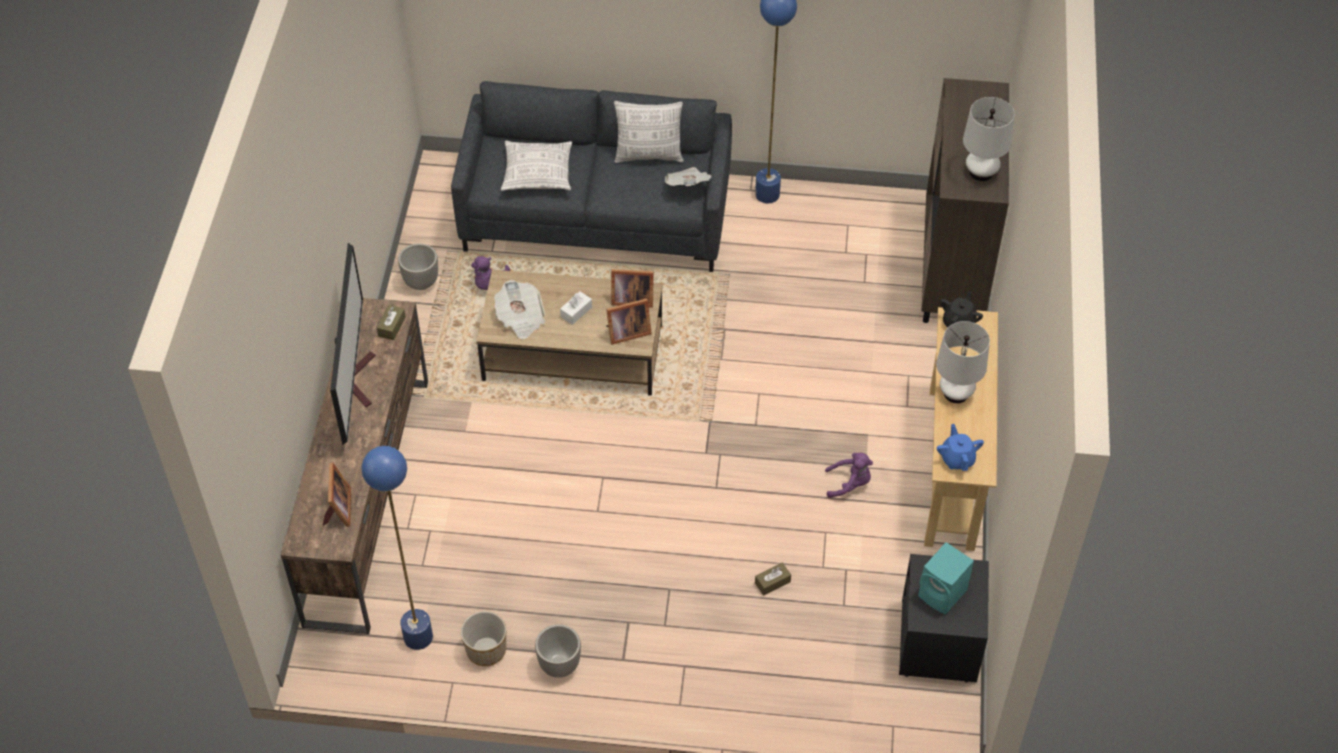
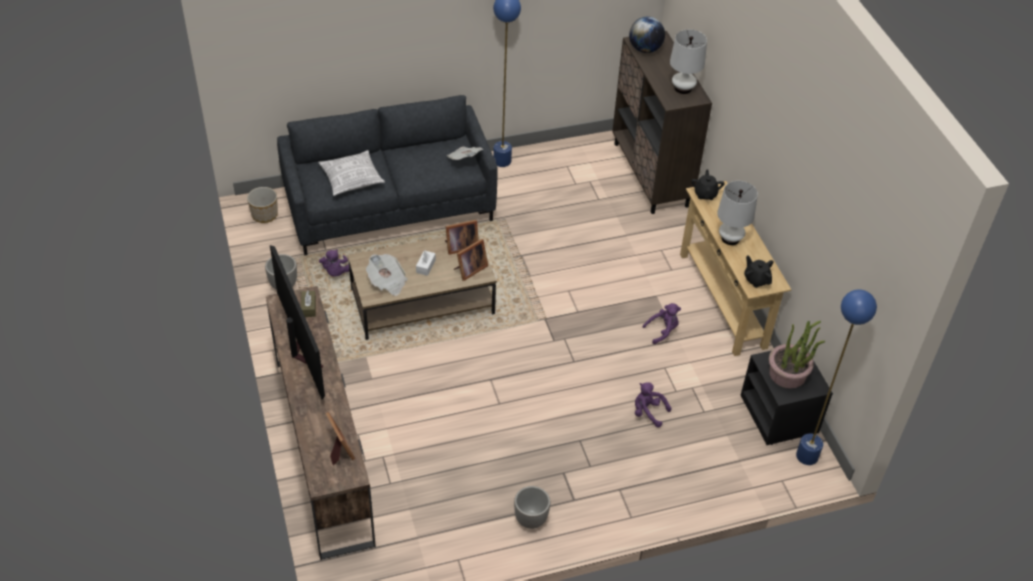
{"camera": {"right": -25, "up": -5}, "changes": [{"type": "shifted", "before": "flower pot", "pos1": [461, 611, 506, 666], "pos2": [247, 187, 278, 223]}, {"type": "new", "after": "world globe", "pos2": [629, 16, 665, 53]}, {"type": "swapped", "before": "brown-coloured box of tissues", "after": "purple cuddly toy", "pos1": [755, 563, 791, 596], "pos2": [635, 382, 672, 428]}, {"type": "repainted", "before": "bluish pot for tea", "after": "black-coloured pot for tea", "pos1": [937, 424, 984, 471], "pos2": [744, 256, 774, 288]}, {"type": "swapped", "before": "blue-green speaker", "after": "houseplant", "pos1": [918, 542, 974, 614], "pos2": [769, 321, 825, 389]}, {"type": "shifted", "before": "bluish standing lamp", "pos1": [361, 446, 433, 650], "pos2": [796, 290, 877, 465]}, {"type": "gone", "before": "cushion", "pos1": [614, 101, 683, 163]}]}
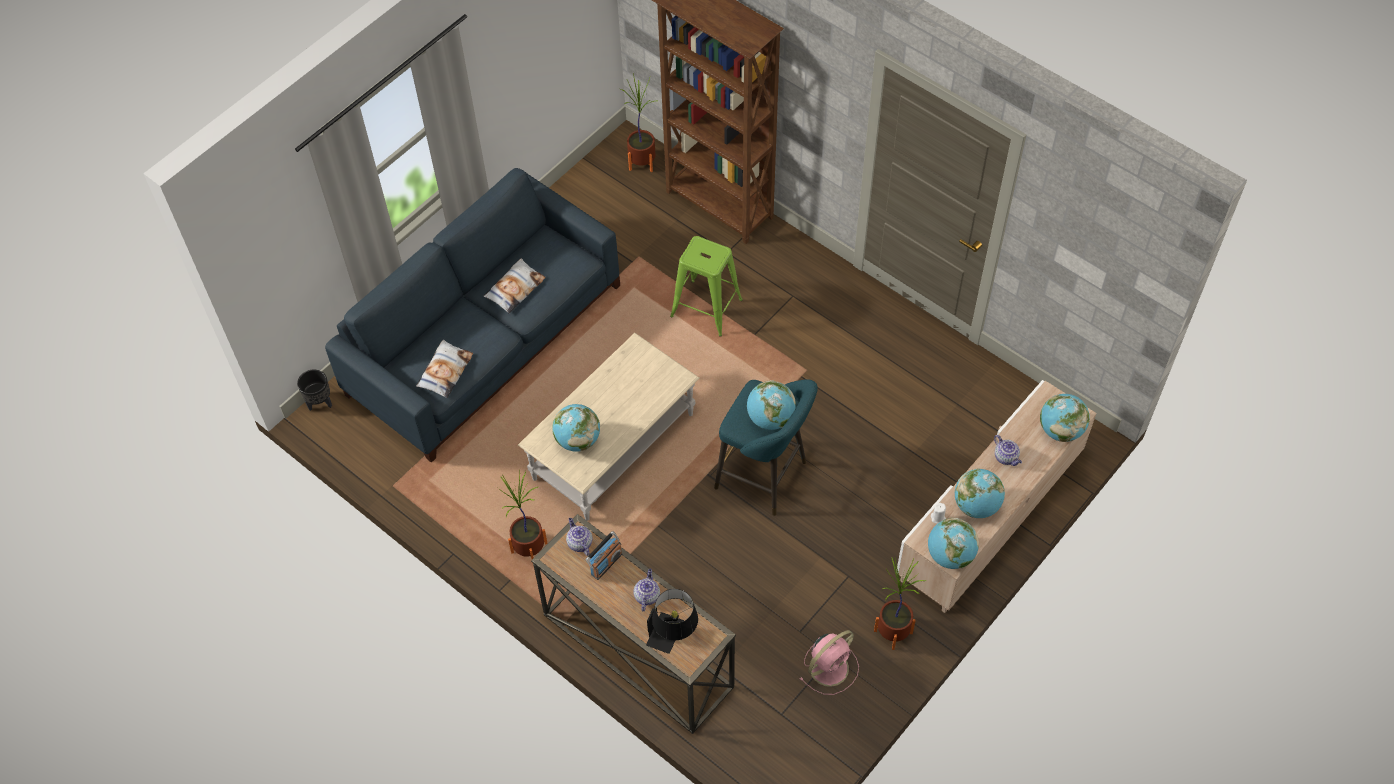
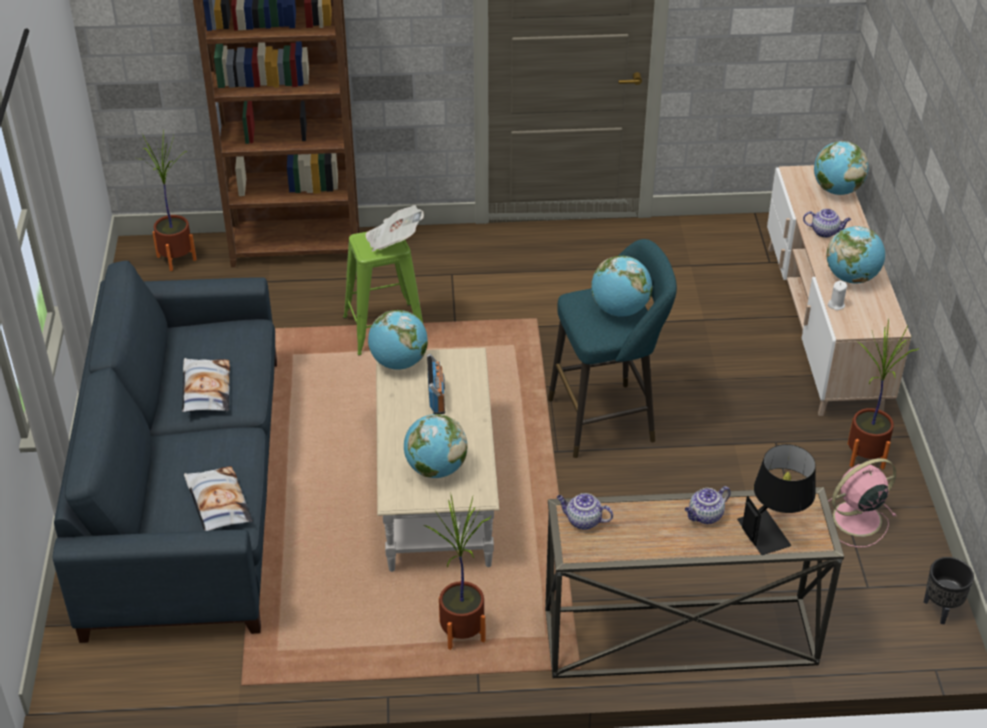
{"camera": {"right": -45, "up": -15}, "changes": [{"type": "new", "after": "newspaper", "pos2": [365, 205, 424, 251]}, {"type": "shifted", "before": "world globe", "pos1": [928, 518, 979, 569], "pos2": [368, 310, 428, 370]}, {"type": "shifted", "before": "radio set", "pos1": [586, 531, 622, 580], "pos2": [427, 354, 445, 414]}, {"type": "rotated", "before": "pot for tea", "pos1": [633, 569, 660, 611], "pos2": [685, 486, 731, 524], "turn": -90}, {"type": "rotated", "before": "pink cooling fan", "pos1": [800, 630, 859, 695], "pos2": [828, 458, 896, 548], "turn": -120}, {"type": "shifted", "before": "black-coloured flower pot", "pos1": [297, 369, 332, 411], "pos2": [924, 557, 974, 624]}]}
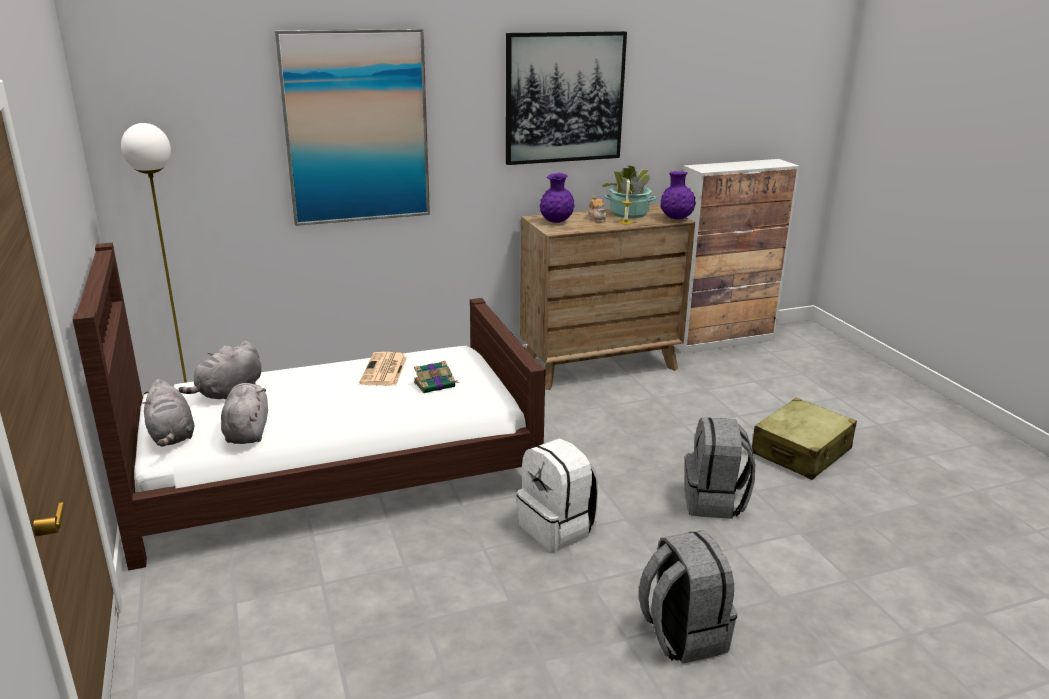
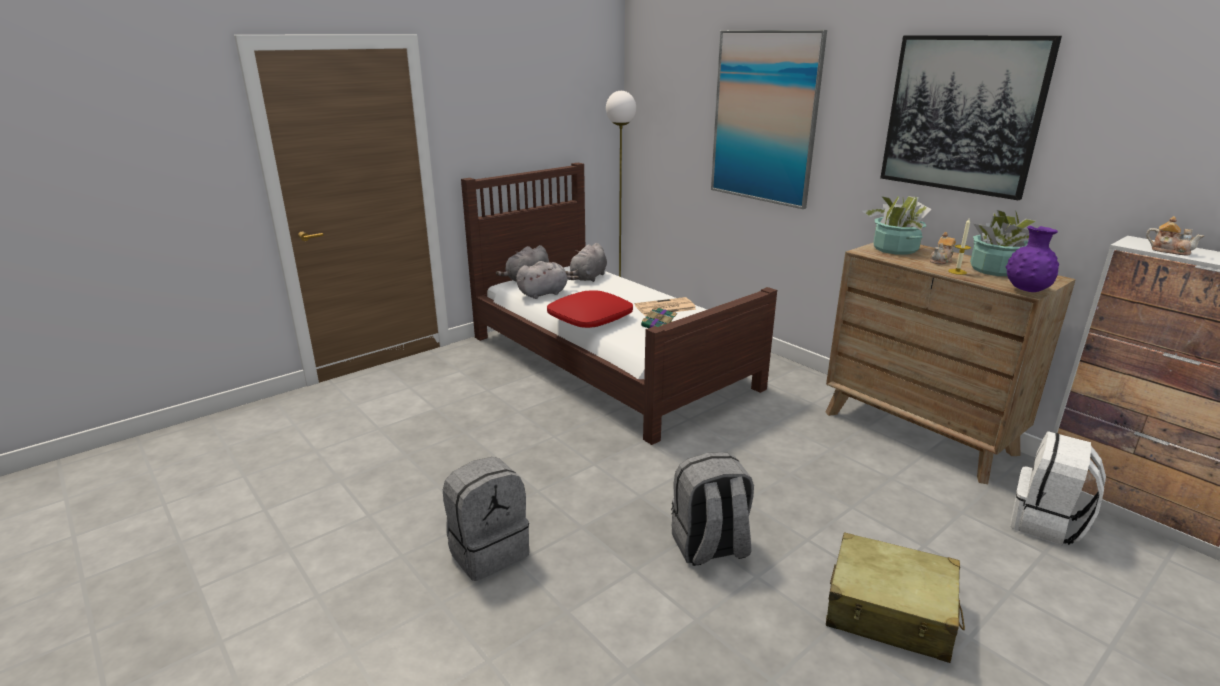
{"camera": {"right": 70, "up": 0}, "changes": [{"type": "new", "after": "reddish cushion", "pos2": [547, 290, 633, 328]}, {"type": "rotated", "before": "gray cuddly toy", "pos1": [179, 341, 261, 399], "pos2": [566, 243, 607, 282], "turn": -75}, {"type": "swapped", "before": "purple vase", "after": "houseplant", "pos1": [540, 173, 574, 223], "pos2": [862, 196, 932, 255]}, {"type": "shifted", "before": "whitish backpack", "pos1": [517, 438, 600, 551], "pos2": [1010, 431, 1106, 546]}, {"type": "new", "after": "pot for tea", "pos2": [1146, 216, 1204, 256]}]}
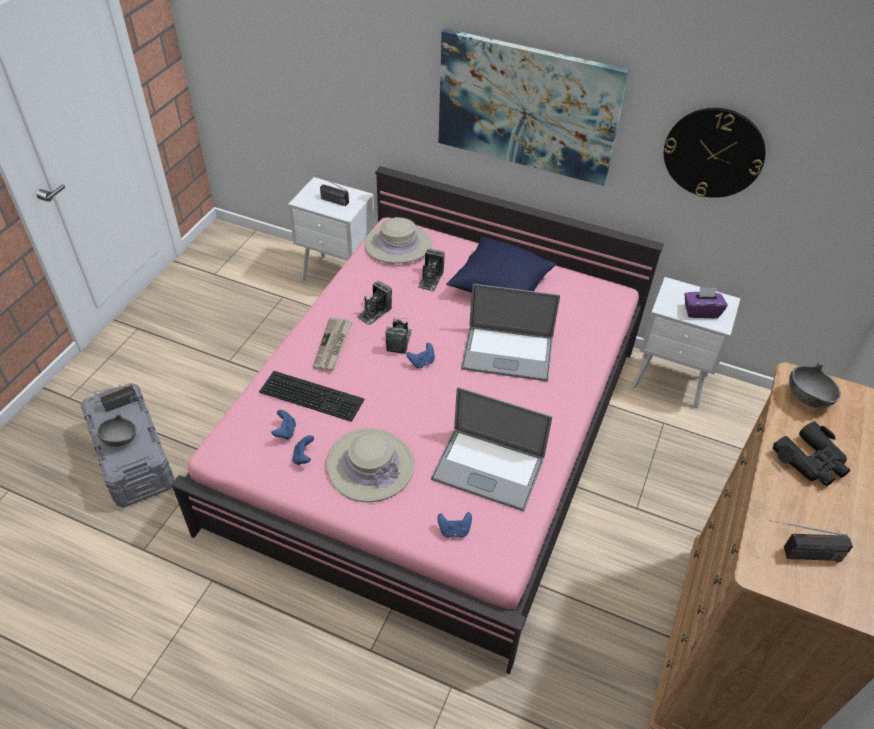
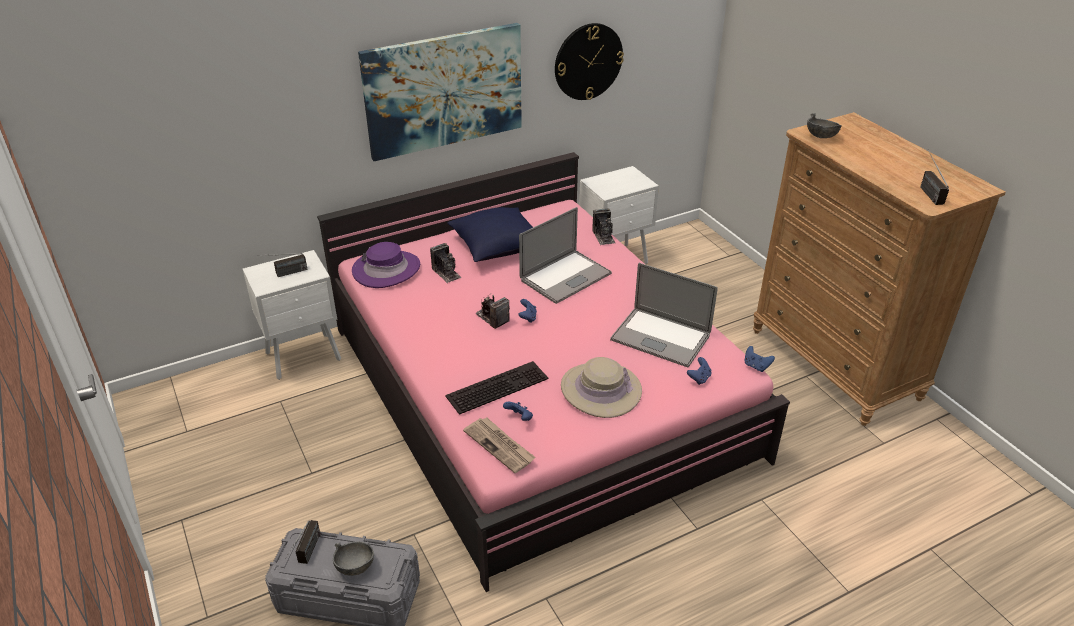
{"camera": {"right": -50, "up": -10}, "changes": [{"type": "repainted", "before": "beige wearable hat", "after": "purple wearable hat", "pos1": [364, 217, 432, 264], "pos2": [352, 242, 420, 288]}, {"type": "shifted", "before": "newspaper", "pos1": [313, 318, 353, 371], "pos2": [463, 417, 536, 473]}, {"type": "shifted", "before": "photo camera", "pos1": [356, 281, 392, 325], "pos2": [592, 208, 615, 245]}, {"type": "rotated", "before": "laptop", "pos1": [431, 387, 552, 511], "pos2": [610, 263, 718, 367], "turn": 60}, {"type": "shifted", "before": "bluish gamepad", "pos1": [292, 435, 314, 465], "pos2": [744, 346, 775, 372]}, {"type": "rotated", "before": "radio set", "pos1": [770, 520, 853, 563], "pos2": [920, 149, 949, 205], "turn": 135}, {"type": "gone", "before": "purple box of tissues", "pos1": [684, 287, 728, 318]}, {"type": "gone", "before": "black-coloured field glasses", "pos1": [773, 422, 851, 486]}]}
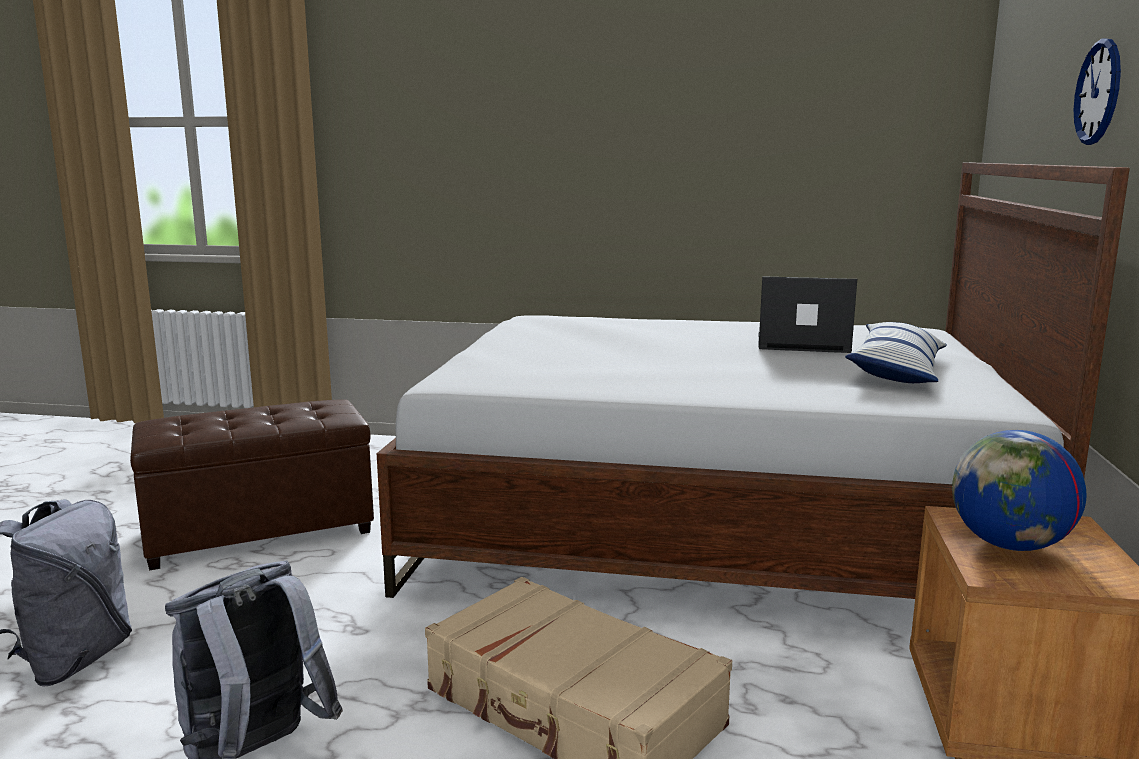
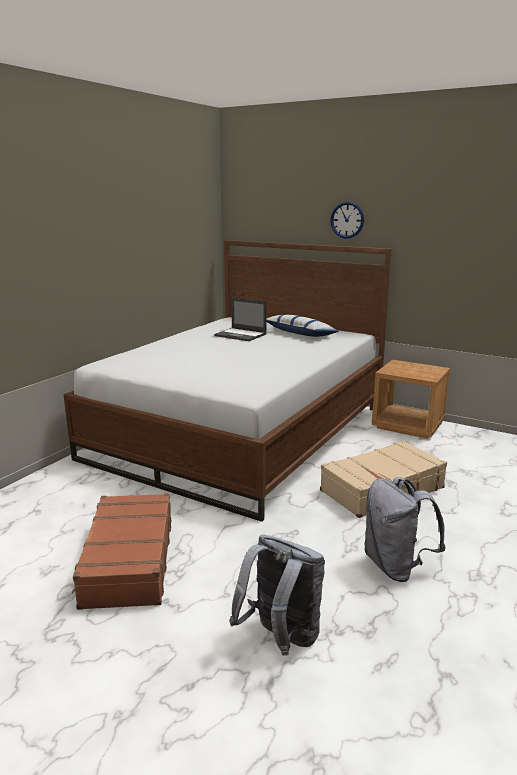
{"camera": {"right": -70, "up": 5}, "changes": [{"type": "swapped", "before": "brown-coloured footrest", "after": "brown-coloured piece of luggage", "pos1": [130, 399, 374, 570], "pos2": [72, 493, 171, 610]}, {"type": "rotated", "before": "laptop", "pos1": [758, 276, 857, 353], "pos2": [214, 297, 267, 341], "turn": -90}, {"type": "gone", "before": "world globe", "pos1": [952, 430, 1087, 551]}]}
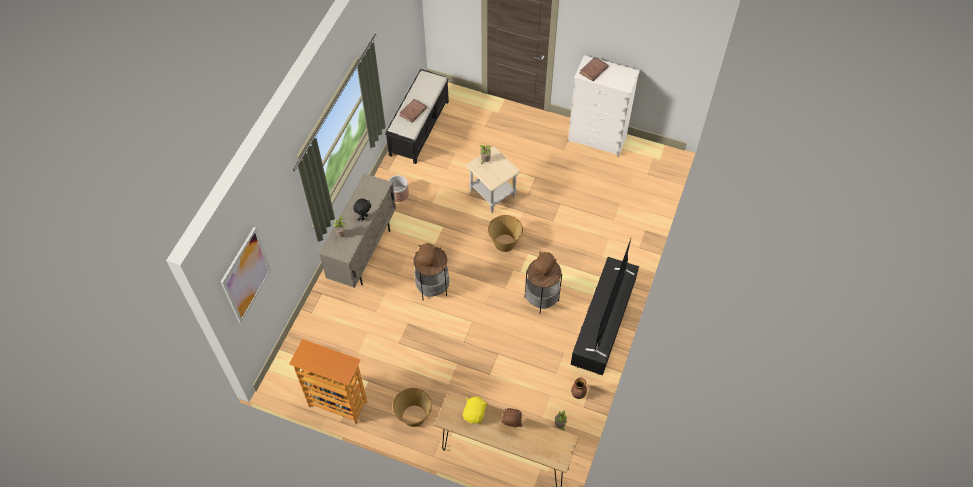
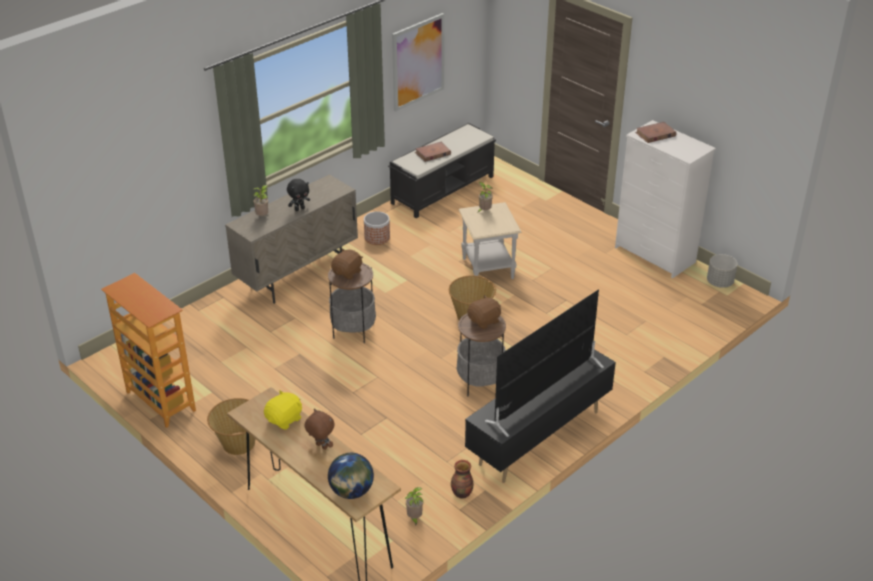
{"camera": {"right": 25, "up": -20}, "changes": [{"type": "new", "after": "world globe", "pos2": [328, 453, 374, 499]}, {"type": "shifted", "before": "picture", "pos1": [221, 227, 271, 323], "pos2": [392, 13, 444, 112]}, {"type": "new", "after": "gray flower pot", "pos2": [707, 254, 737, 288]}]}
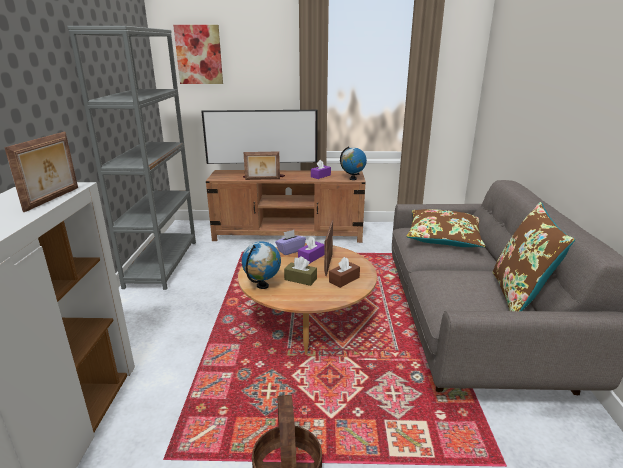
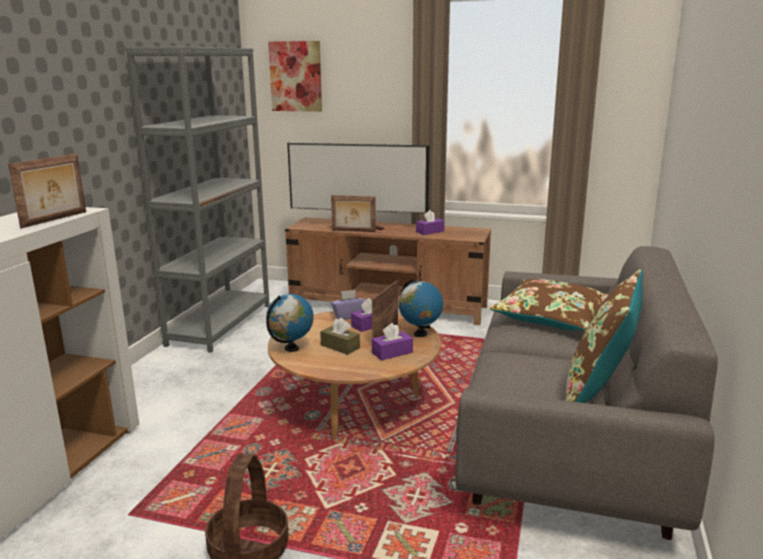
{"camera": {"right": 15, "up": -5}, "changes": [{"type": "repainted", "before": "brown-coloured box of tissues", "after": "purple box of tissues", "pos1": [329, 257, 360, 288], "pos2": [372, 323, 413, 360]}, {"type": "shifted", "before": "world globe", "pos1": [340, 146, 367, 180], "pos2": [399, 279, 443, 337]}]}
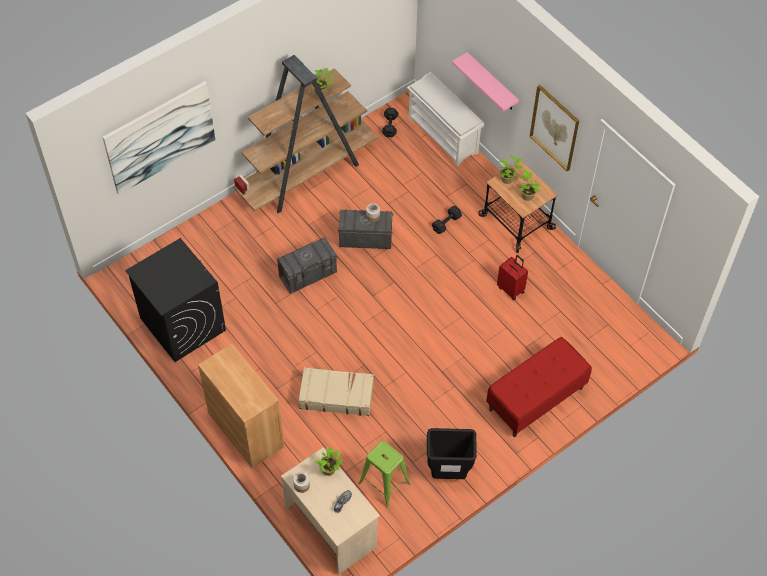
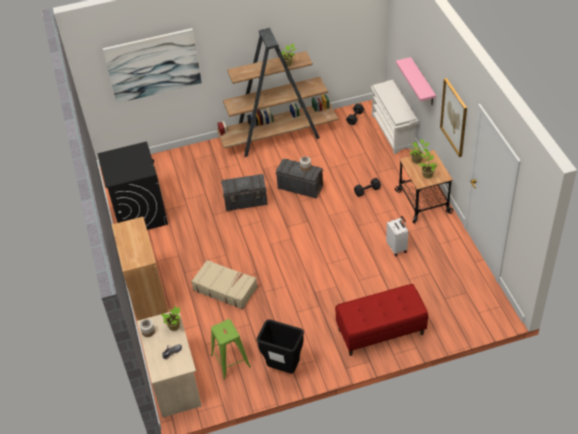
{"camera": {"right": 25, "up": -10}, "changes": [{"type": "repainted", "before": "reddish piece of luggage", "after": "whitish piece of luggage", "pos1": [497, 255, 528, 301], "pos2": [386, 216, 408, 256]}]}
